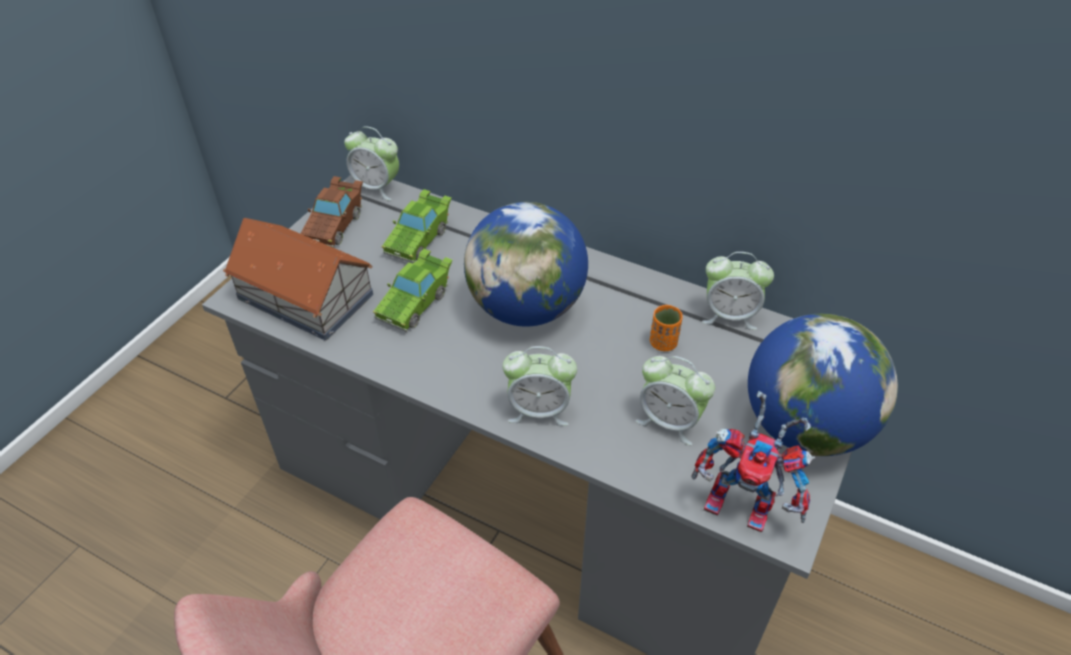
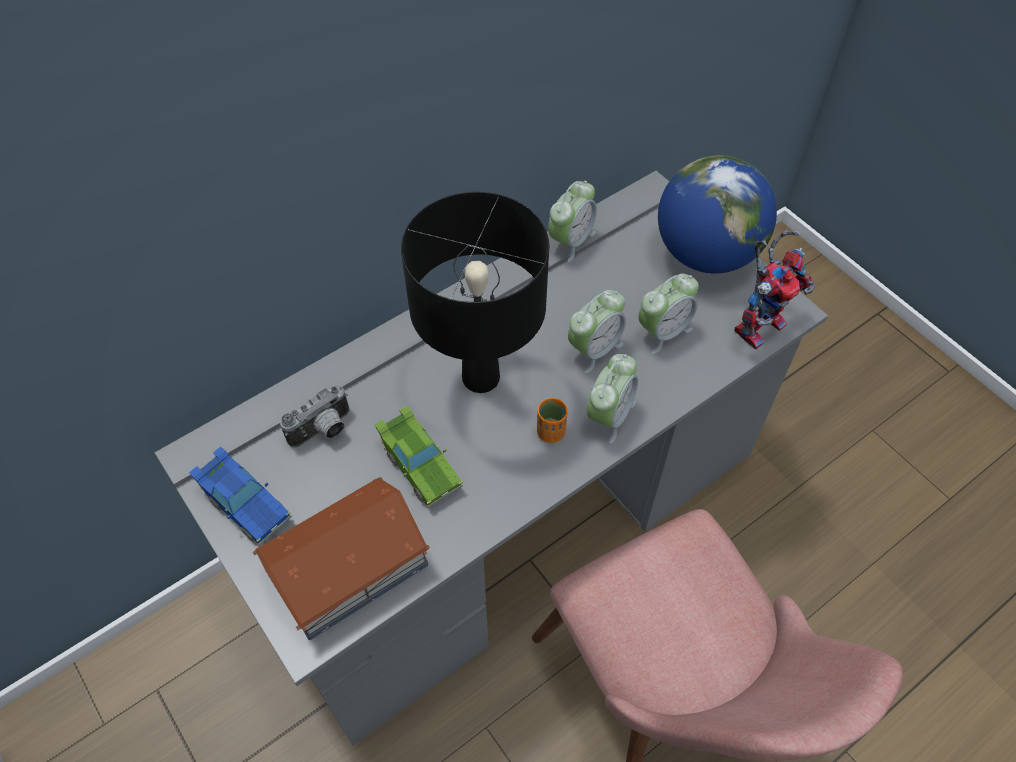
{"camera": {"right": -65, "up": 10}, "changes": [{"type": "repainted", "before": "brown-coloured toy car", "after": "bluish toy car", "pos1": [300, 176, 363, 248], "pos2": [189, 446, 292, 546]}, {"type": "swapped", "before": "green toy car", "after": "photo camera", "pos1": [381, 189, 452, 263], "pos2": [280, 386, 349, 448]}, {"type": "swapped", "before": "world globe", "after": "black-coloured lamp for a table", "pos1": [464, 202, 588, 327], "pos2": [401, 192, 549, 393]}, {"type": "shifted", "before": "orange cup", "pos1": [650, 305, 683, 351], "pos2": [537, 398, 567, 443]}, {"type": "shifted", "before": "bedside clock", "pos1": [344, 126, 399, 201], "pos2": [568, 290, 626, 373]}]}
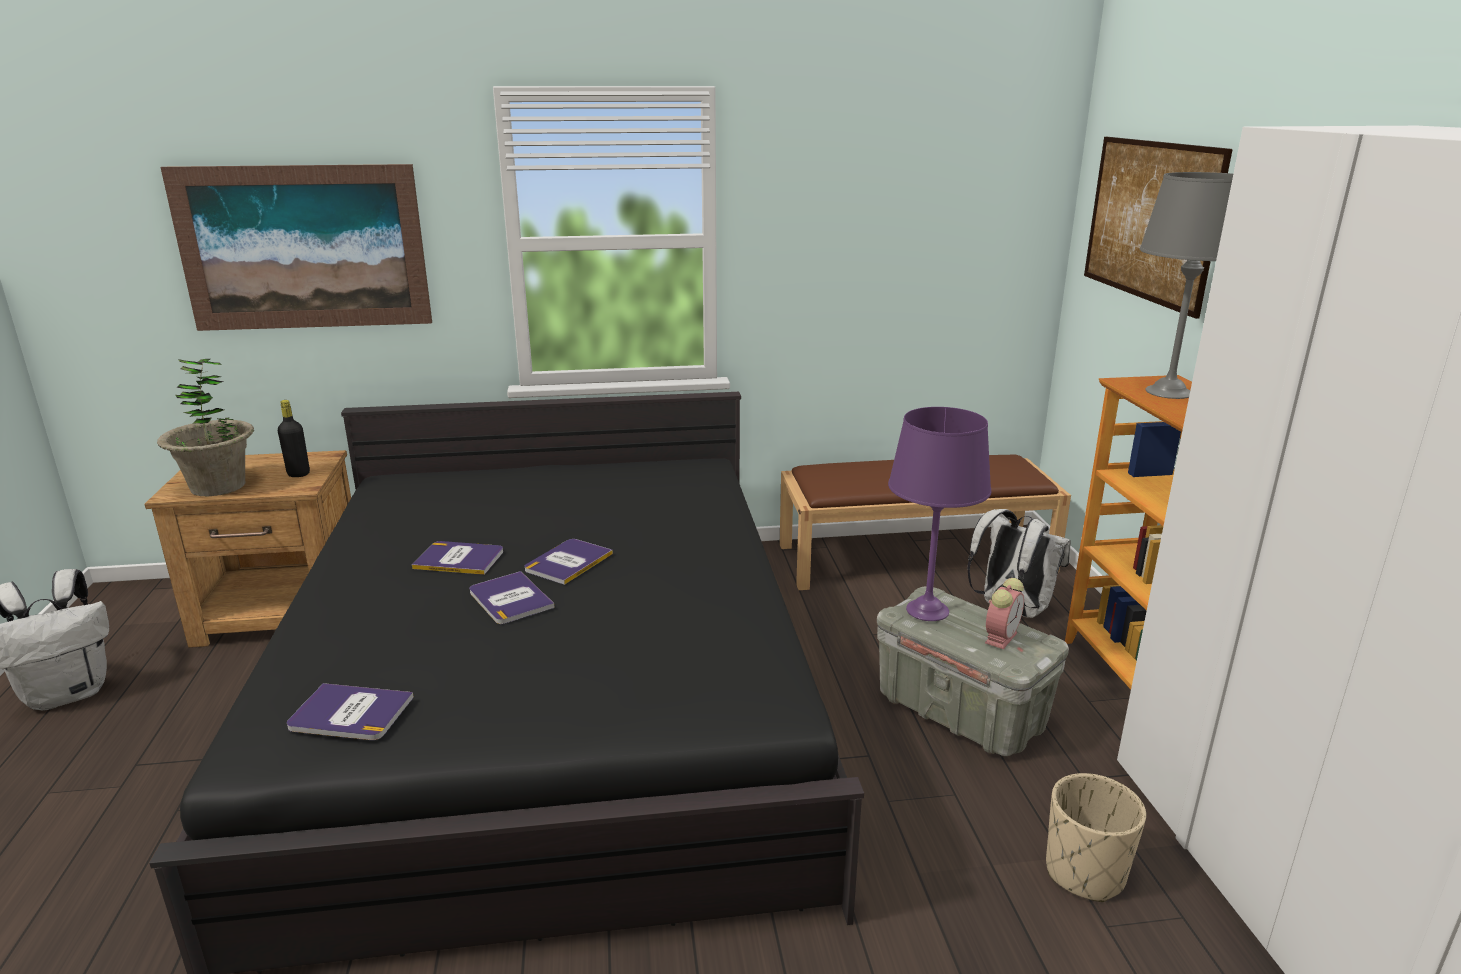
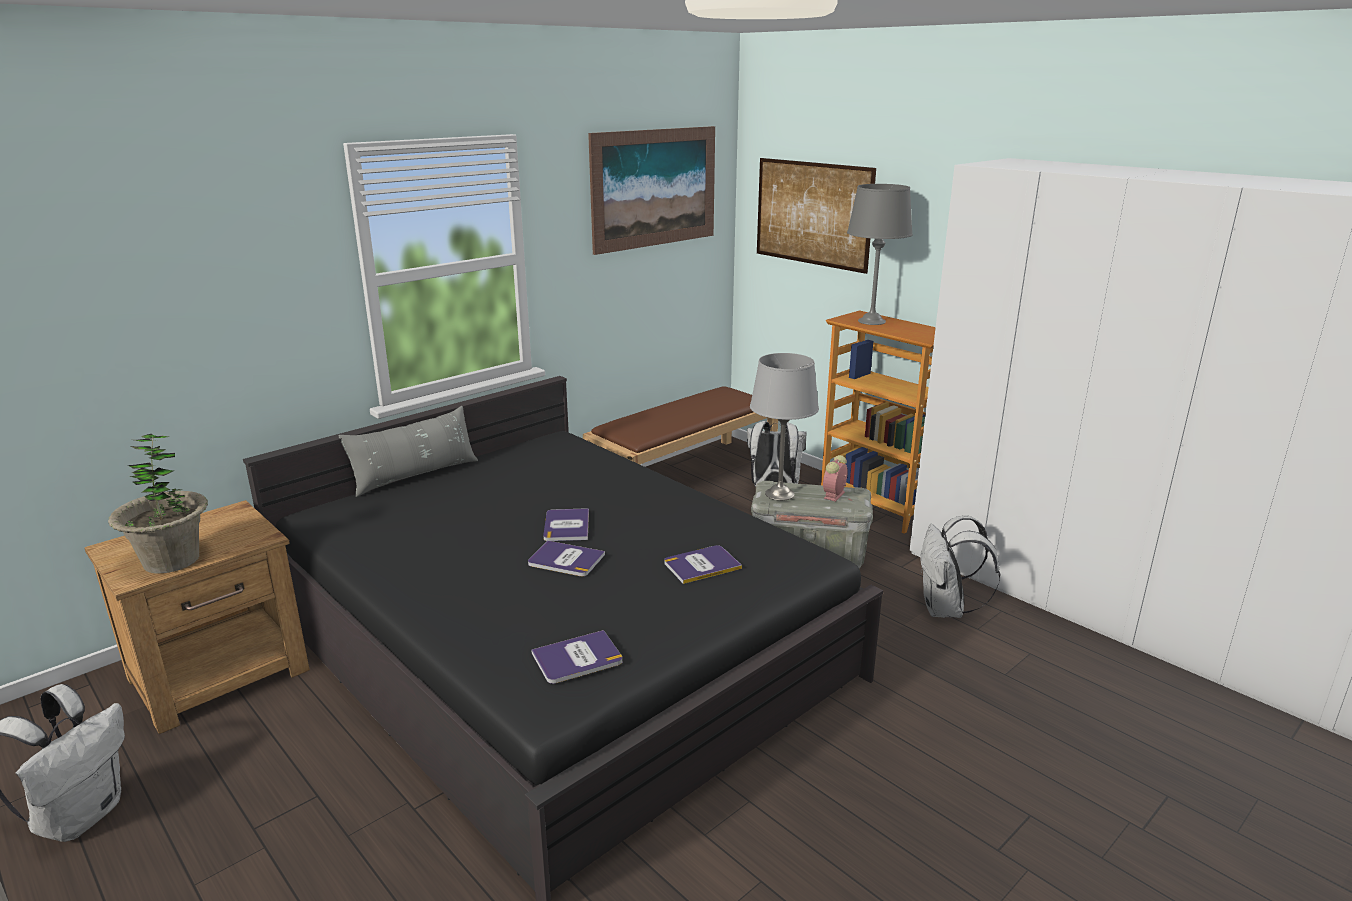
{"camera": {"right": -35, "up": 0}, "changes": [{"type": "new", "after": "gray cushion", "pos2": [338, 406, 478, 497]}, {"type": "shifted", "before": "picture", "pos1": [161, 164, 432, 331], "pos2": [588, 126, 715, 255]}, {"type": "shifted", "before": "book", "pos1": [412, 541, 503, 575], "pos2": [664, 545, 742, 584]}, {"type": "repainted", "before": "purple lamp for a table", "after": "gray lamp for a table", "pos1": [888, 407, 991, 621], "pos2": [750, 353, 819, 501]}, {"type": "rotated", "before": "bedside clock", "pos1": [985, 578, 1024, 649], "pos2": [823, 455, 848, 502], "turn": -150}, {"type": "swapped", "before": "beige flower pot", "after": "whitish backpack", "pos1": [1046, 773, 1146, 902], "pos2": [920, 515, 1000, 618]}, {"type": "gone", "before": "black-coloured bottle", "pos1": [278, 400, 310, 477]}]}
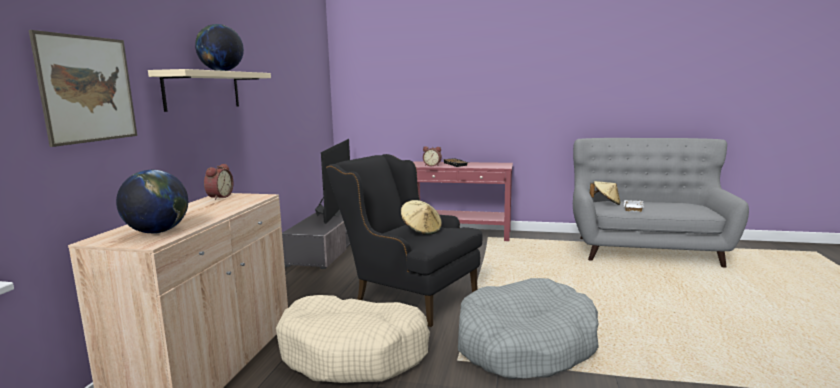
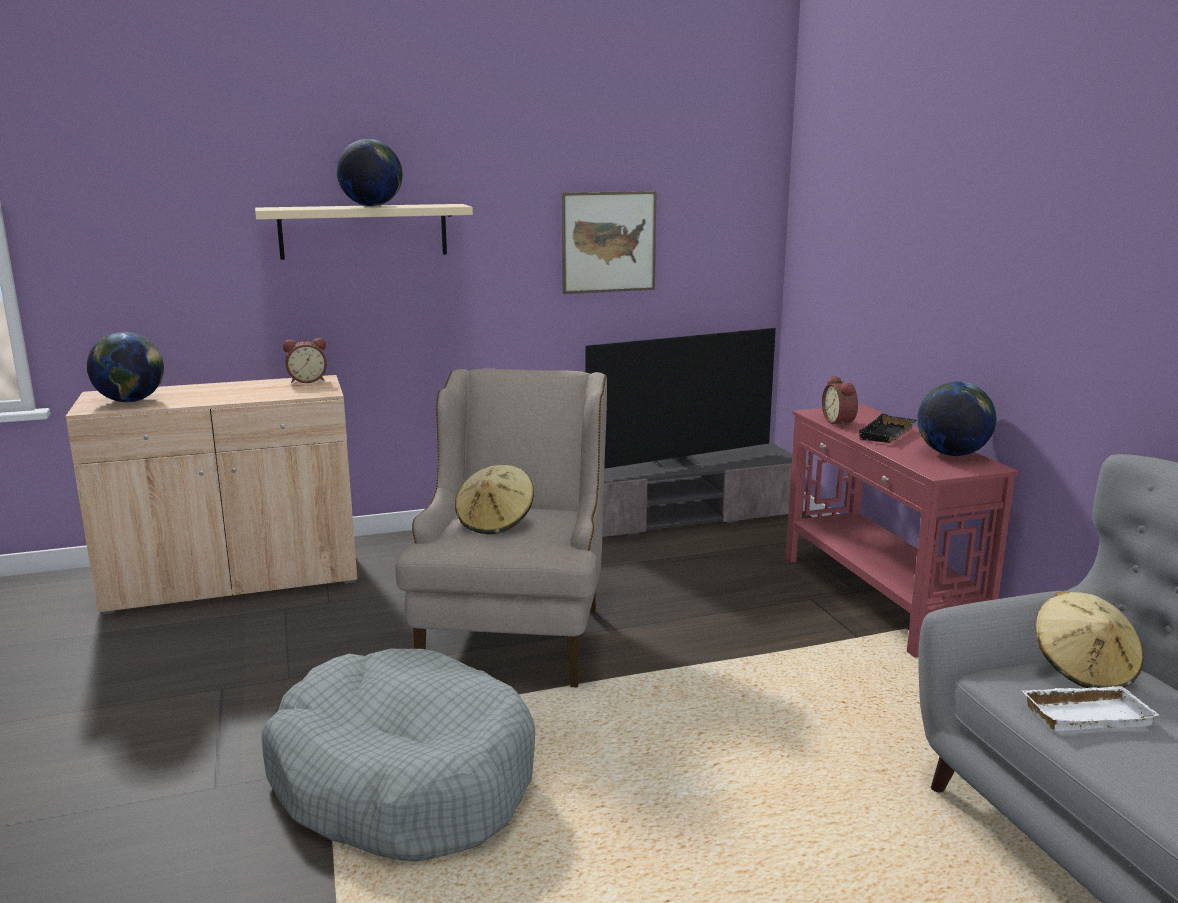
{"camera": {"right": 60, "up": 5}, "changes": [{"type": "repainted", "before": "black-coloured easy chair", "after": "beige easy chair", "pos1": [326, 154, 482, 327], "pos2": [395, 369, 607, 688]}, {"type": "shifted", "before": "picture", "pos1": [29, 30, 137, 147], "pos2": [562, 191, 657, 294]}, {"type": "new", "after": "world globe", "pos2": [917, 382, 997, 456]}, {"type": "gone", "before": "beige pet bed", "pos1": [276, 295, 430, 383]}]}
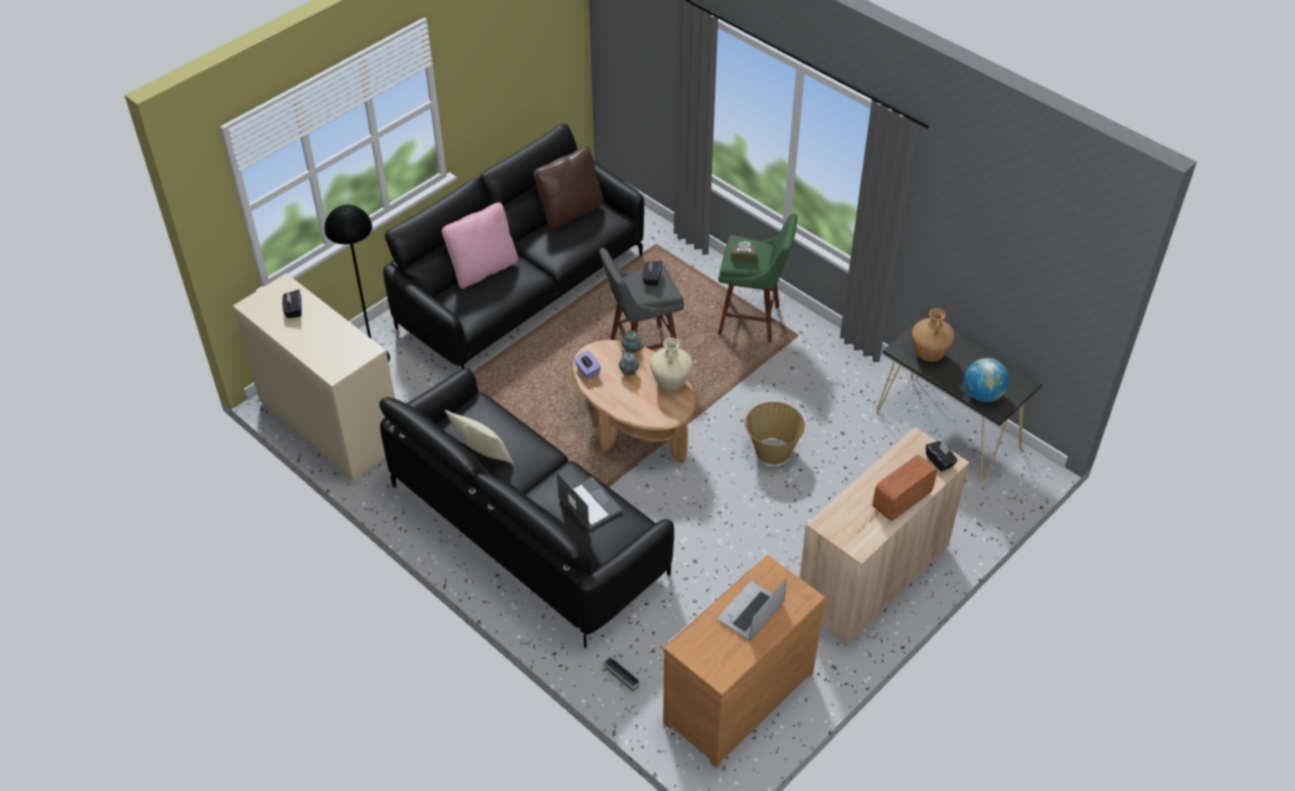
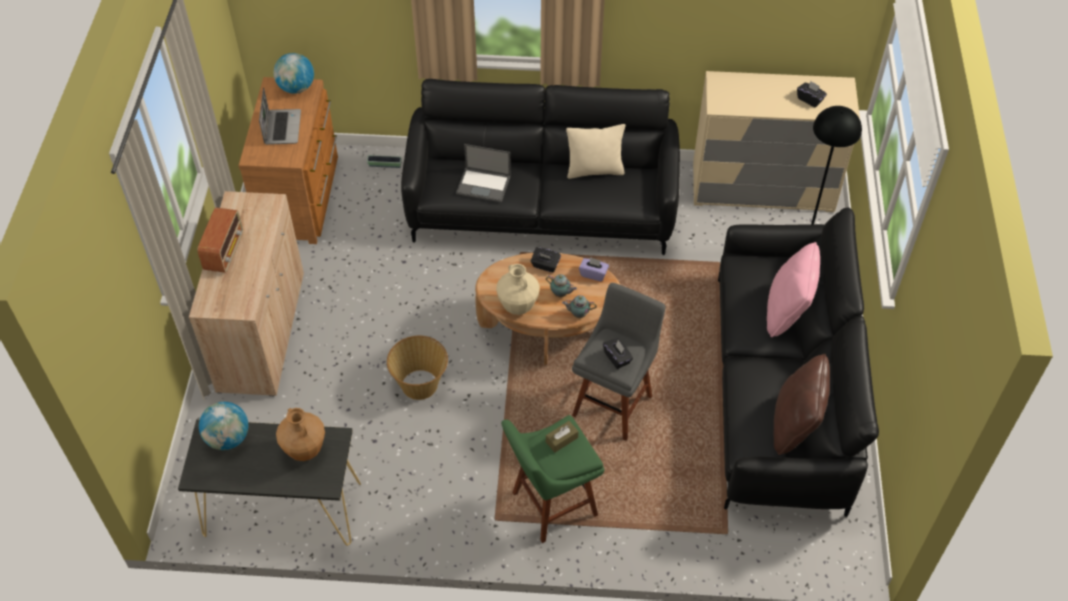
{"camera": {"right": 140, "up": 5}, "changes": [{"type": "new", "after": "world globe", "pos2": [273, 53, 314, 94]}, {"type": "shifted", "before": "black-coloured box of tissues", "pos1": [926, 441, 958, 472], "pos2": [531, 247, 561, 272]}]}
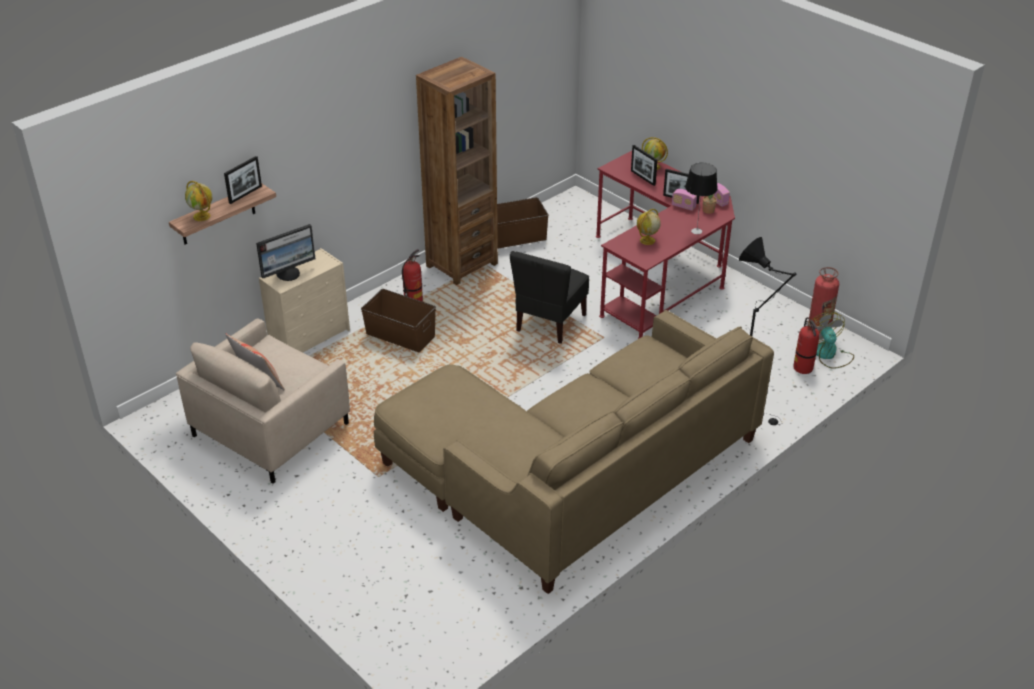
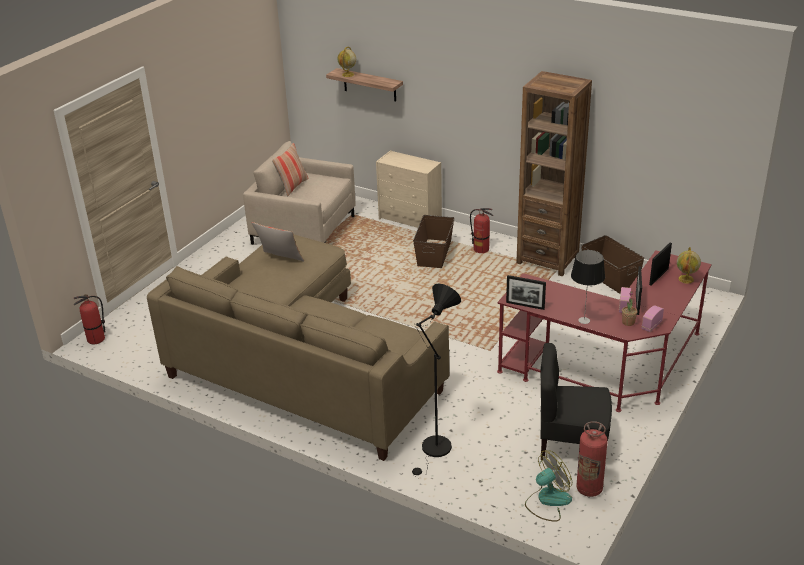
{"camera": {"right": 75, "up": -5}, "changes": [{"type": "shifted", "before": "fire extinguisher", "pos1": [793, 317, 819, 374], "pos2": [74, 294, 106, 344]}, {"type": "new", "after": "cushion", "pos2": [252, 222, 304, 262]}, {"type": "shifted", "before": "standing frame", "pos1": [224, 156, 262, 204], "pos2": [506, 275, 546, 310]}, {"type": "shifted", "before": "black-coloured chair", "pos1": [510, 251, 589, 344], "pos2": [540, 343, 612, 460]}, {"type": "gone", "before": "monitor", "pos1": [256, 224, 315, 281]}, {"type": "gone", "before": "world globe", "pos1": [637, 209, 661, 245]}]}
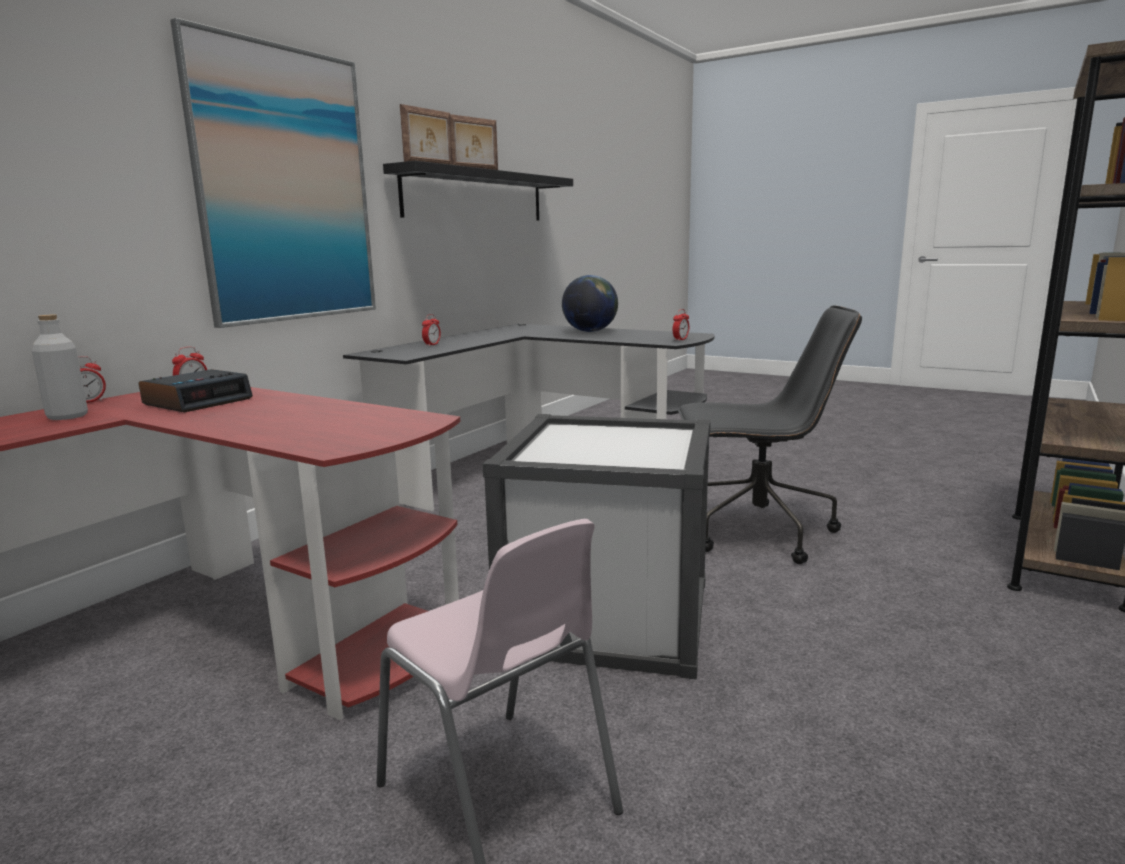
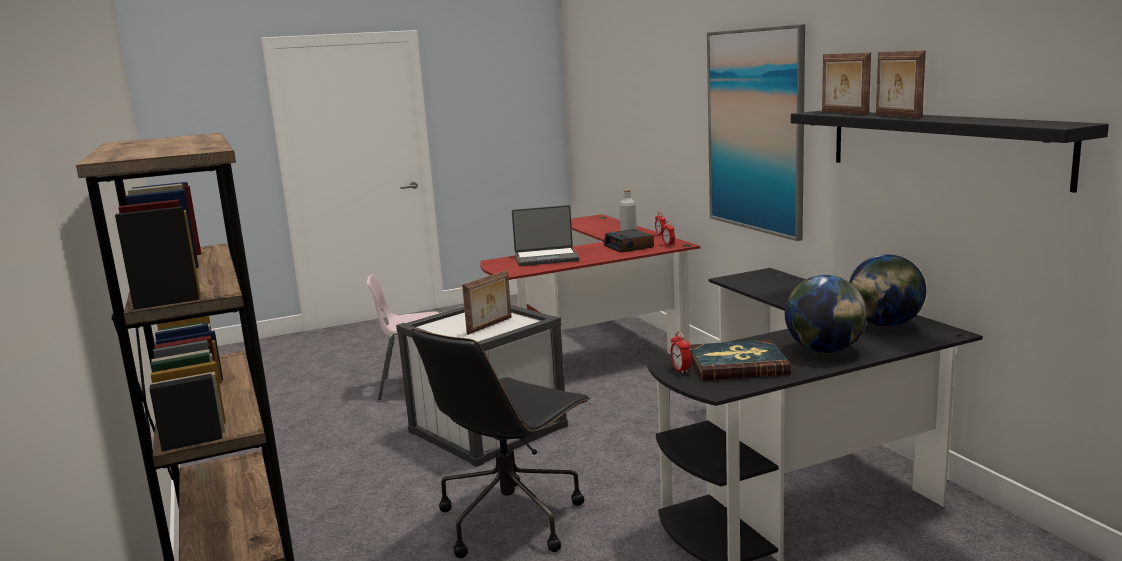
{"camera": {"right": 125, "up": 0}, "changes": [{"type": "new", "after": "standing frame", "pos2": [462, 270, 512, 335]}, {"type": "new", "after": "laptop", "pos2": [512, 205, 579, 266]}, {"type": "new", "after": "book", "pos2": [690, 339, 791, 381]}, {"type": "new", "after": "world globe", "pos2": [849, 254, 926, 327]}, {"type": "gone", "before": "bedside clock", "pos1": [422, 314, 441, 346]}]}
